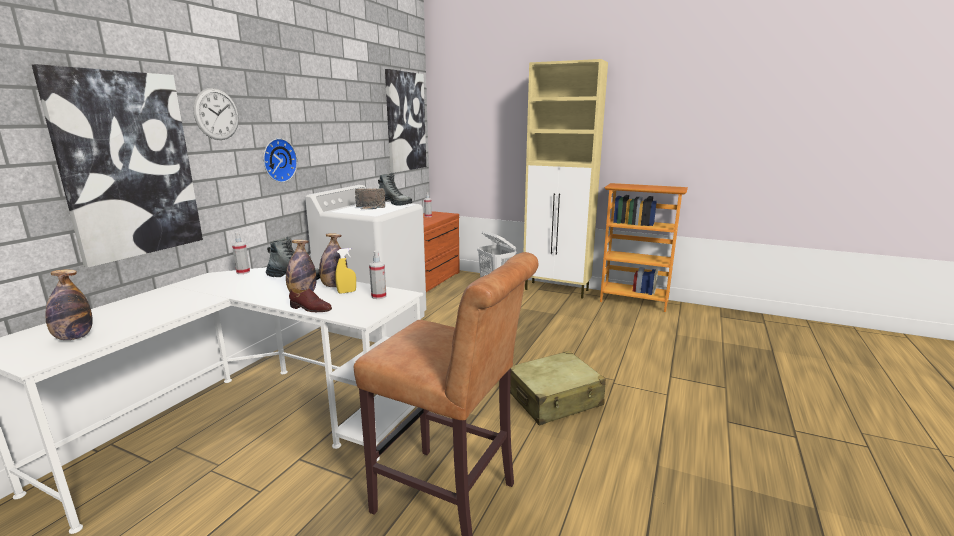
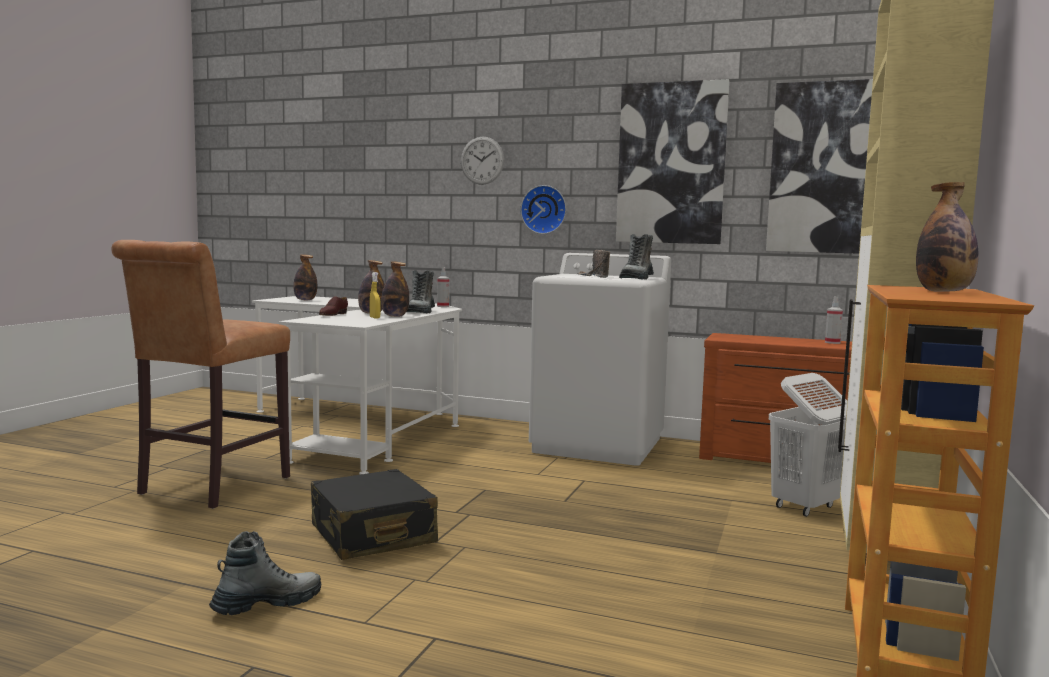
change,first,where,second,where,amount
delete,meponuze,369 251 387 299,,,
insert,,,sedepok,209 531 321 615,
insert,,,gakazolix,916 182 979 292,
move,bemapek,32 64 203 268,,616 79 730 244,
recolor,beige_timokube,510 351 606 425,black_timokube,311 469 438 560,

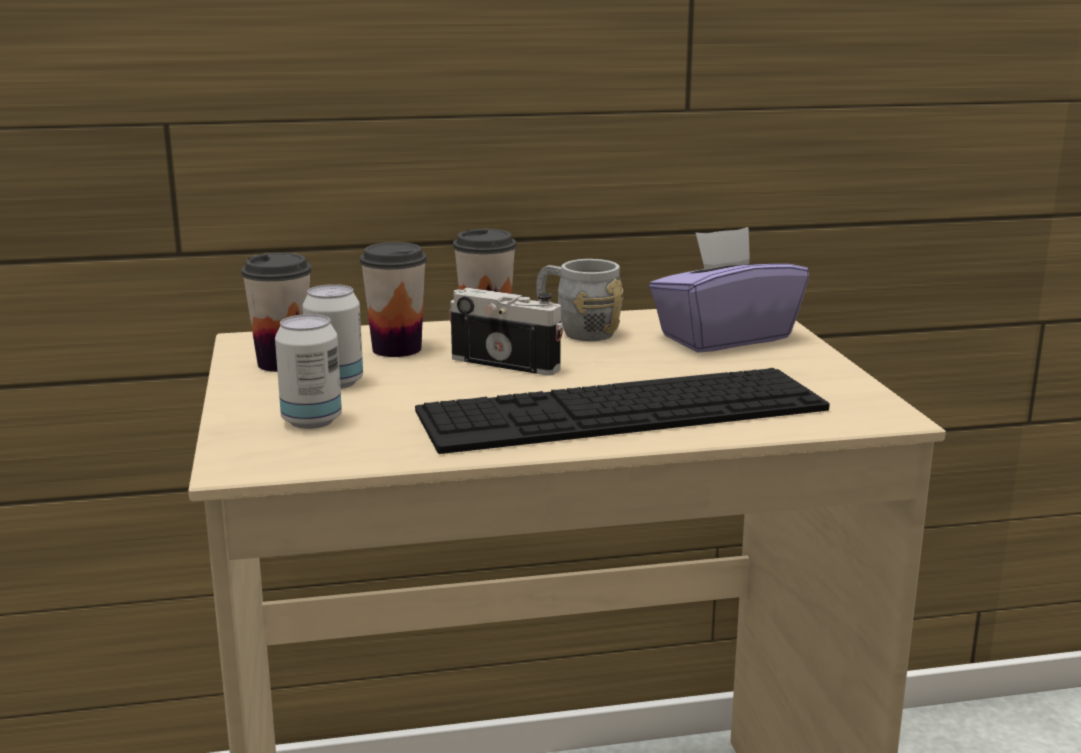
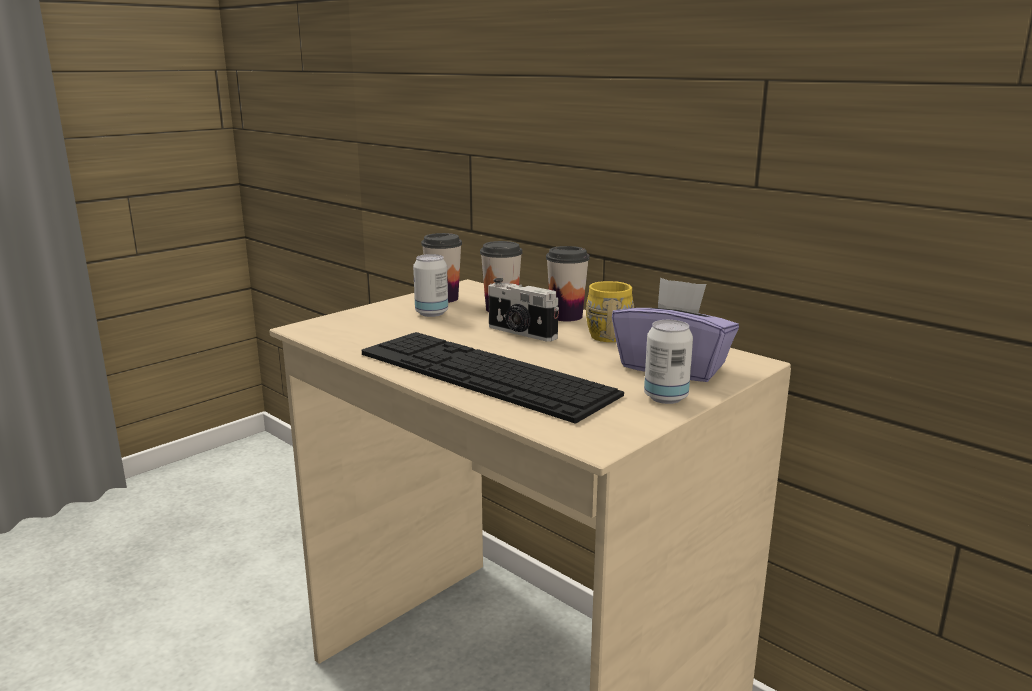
change,first,where,second,where,amount
move,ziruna,275 314 342 429,,644 320 693 404,
recolor,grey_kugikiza,536 259 623 341,yellow_kugikiza,586 281 634 342,
rotate,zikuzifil,449 288 563 376,,488 278 559 342,135 degrees clockwise

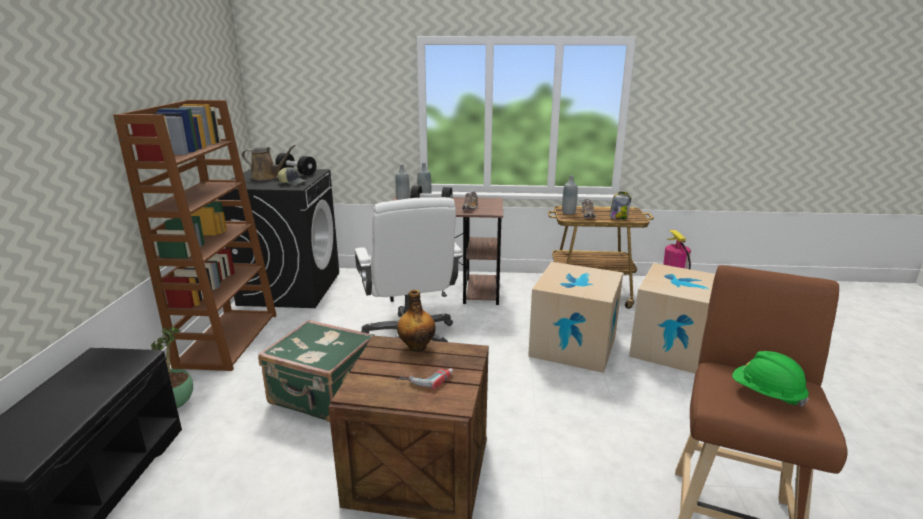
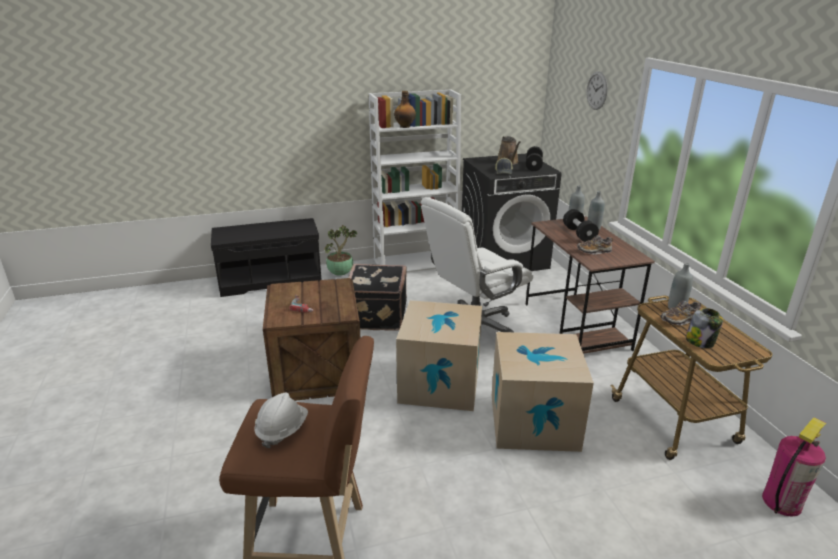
change,first,where,second,where,amount
insert,,,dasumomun,586 71 608 110,
move,gakazolix,397 290 436 352,,394 91 416 128,
move,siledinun,629 263 715 373,,396 300 482 411,
recolor,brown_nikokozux,113 100 277 371,white_nikokozux,368 89 461 272,
recolor,green_timokube,258 320 375 422,black_timokube,348 264 407 331,
recolor,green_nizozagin,732 351 809 407,white_nizozagin,254 393 308 448,

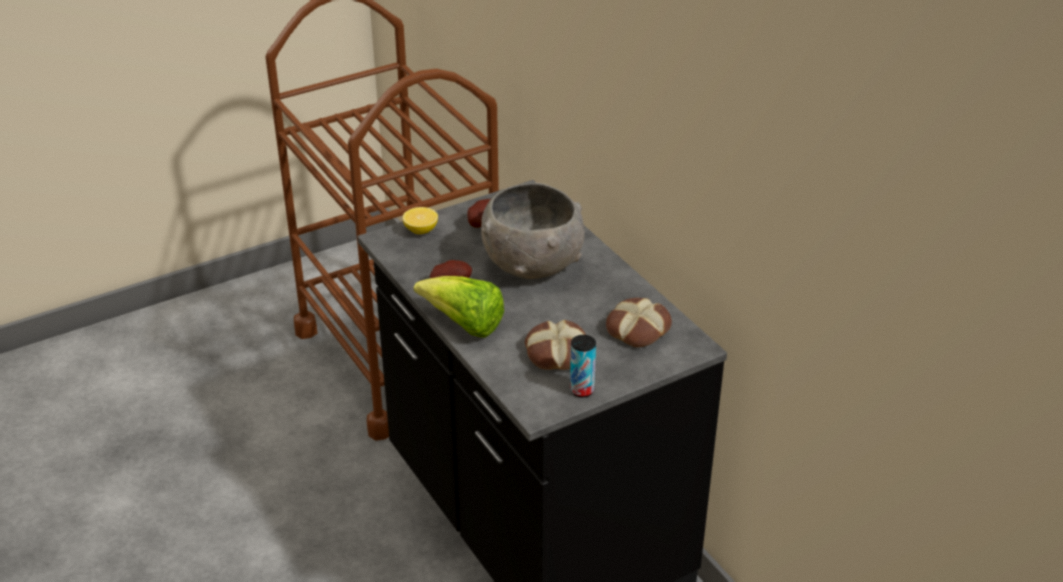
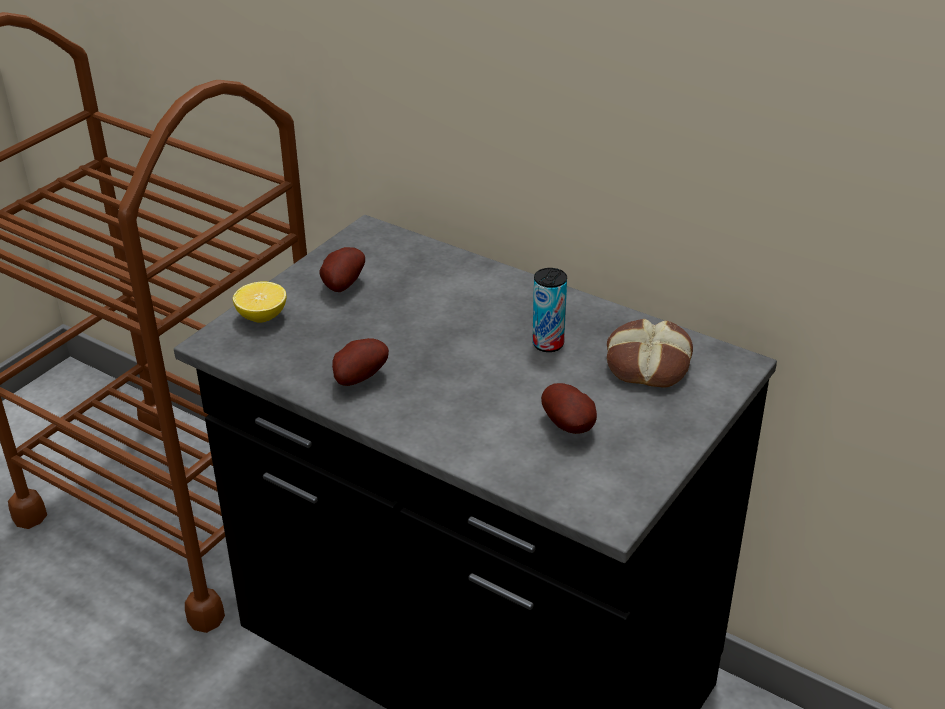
change,first,where,second,where,amount
delete,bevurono,414 276 504 338,,,
delete,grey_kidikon,481 182 584 279,,,
move,ziruna,570 335 596 397,,532 268 567 352,
replace,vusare,525 320 586 370,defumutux,541 383 597 434,

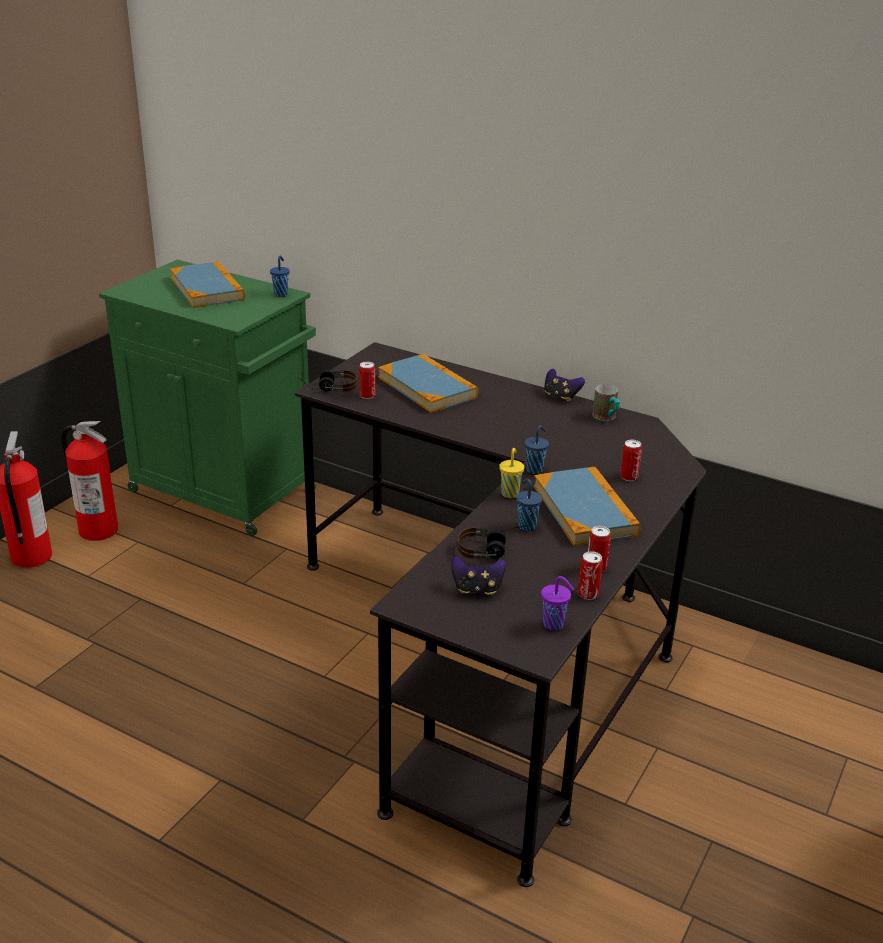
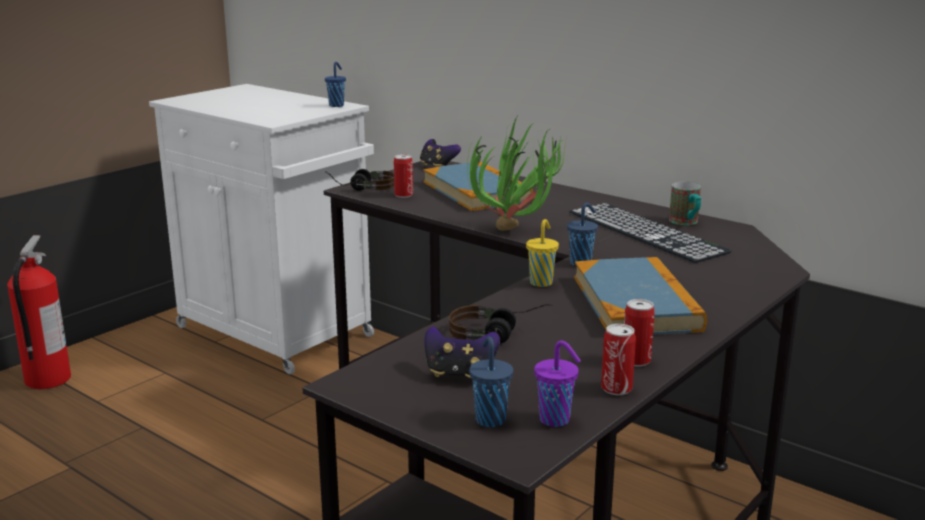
change,first,where,second,where,amount
delete,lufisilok,61 421 118 541,,,
delete,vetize,170 261 245 308,,,
delete,ziruna,620 440 642 481,,,
insert,,,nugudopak,467 117 567 231,
insert,,,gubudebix,569 203 732 263,
move,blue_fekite,516 479 542 531,,469 336 513 427,
move,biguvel,544 369 585 402,,420 139 461 167,
recolor,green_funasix,99 260 316 536,white_funasix,149 84 374 374,

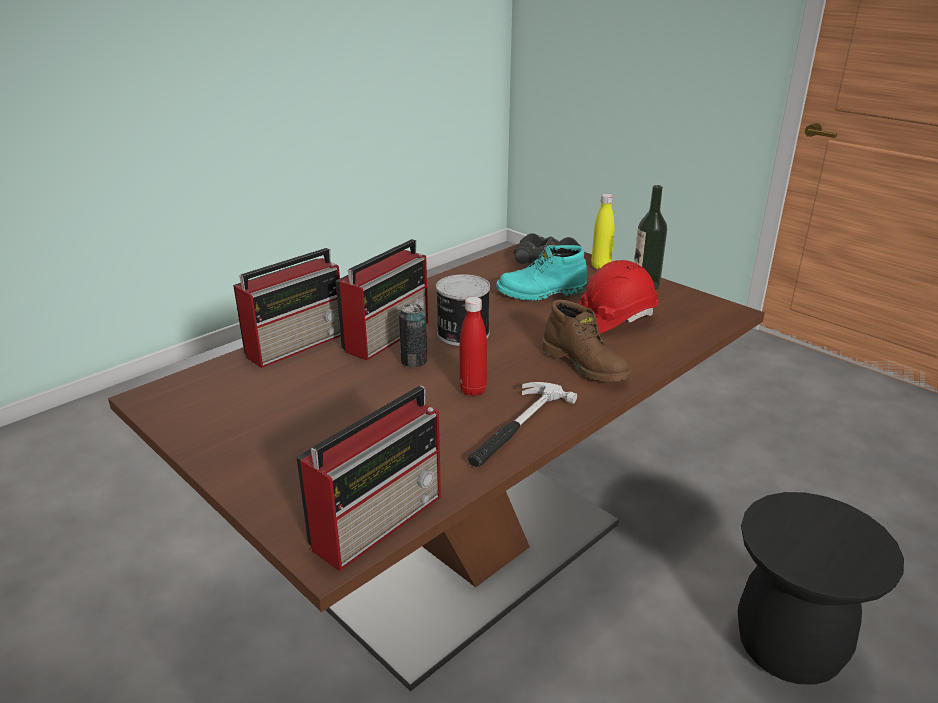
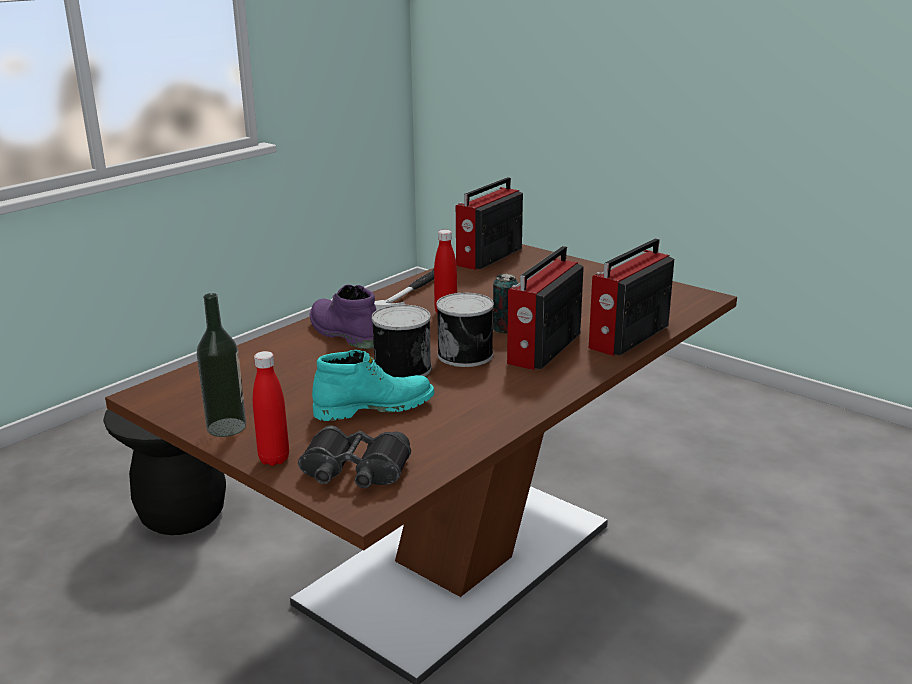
change,first,where,second,where,amount
delete,red_nizozagin,578 260 659 333,,,
insert,,,ziruna,371 305 432 377,
recolor,brown_sedepok,542 300 631 382,purple_sedepok,310 285 376 349,
recolor,yellow_gakazolix,591 194 614 269,red_gakazolix,253 351 289 466,

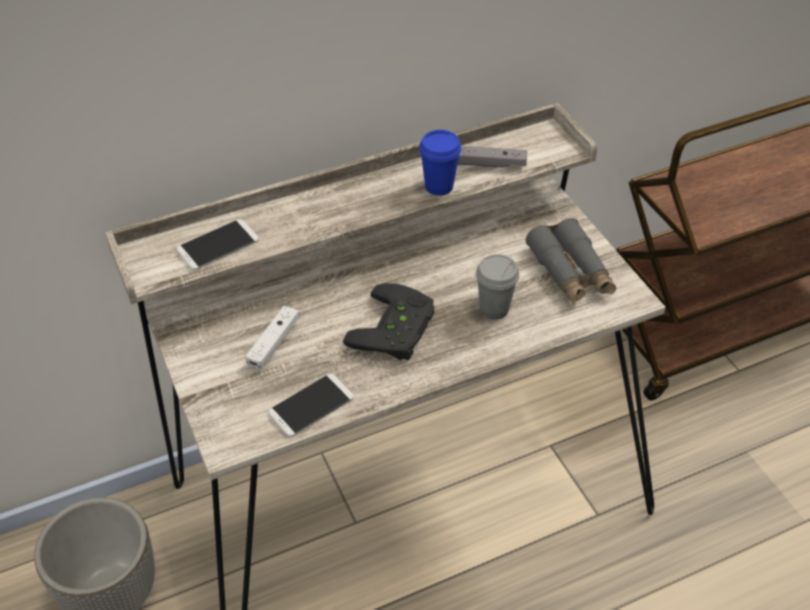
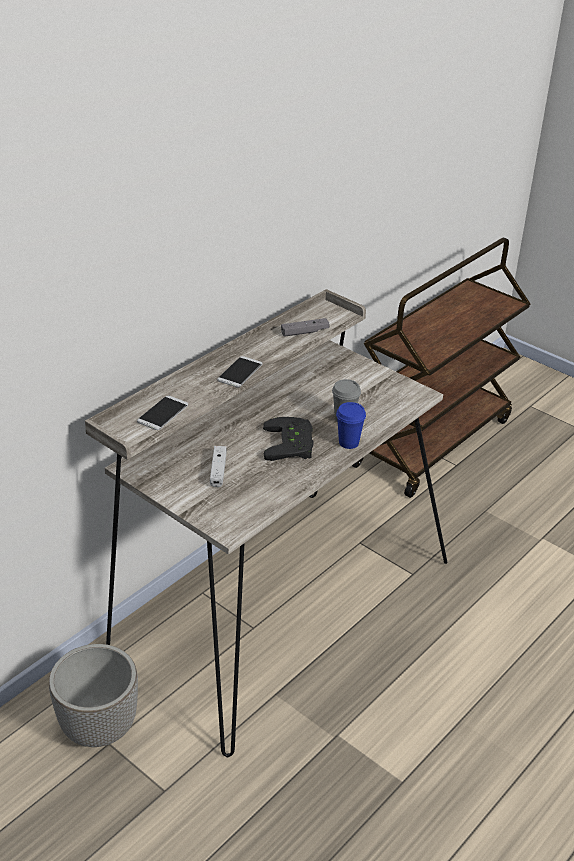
change,first,where,second,where,amount
delete,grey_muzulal,526 218 616 304,,,
move,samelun,268 374 354 437,,217 356 262 387,
move,blue_fekite,419 130 461 196,,336 402 366 449,

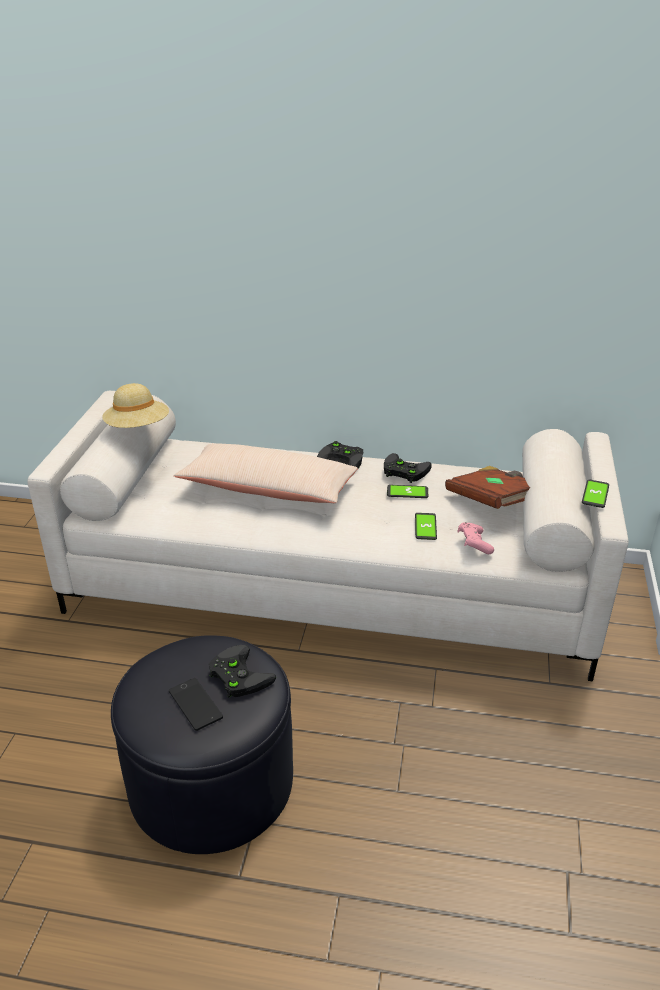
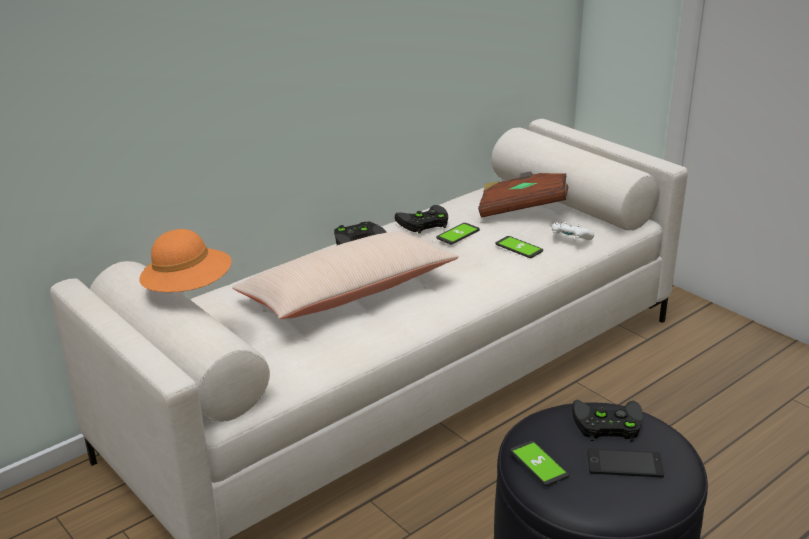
change,first,where,second,where,amount
move,samelun,582 479 609 508,,510 441 569 486,
recolor,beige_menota,102 383 169 428,orange_menota,139 229 232 292,
recolor,pink_biguvel,457 522 494 554,white_biguvel,552 222 594 240,

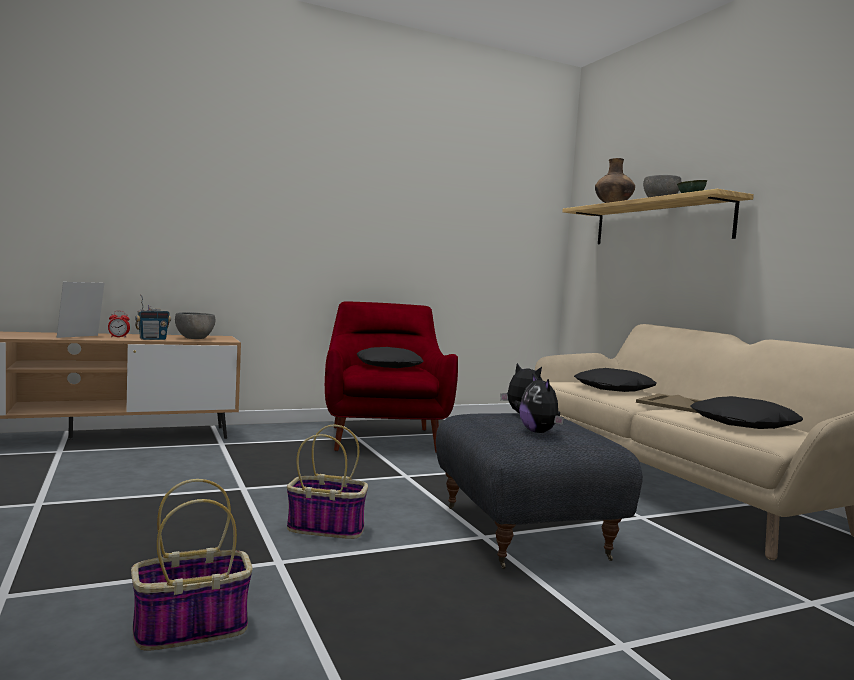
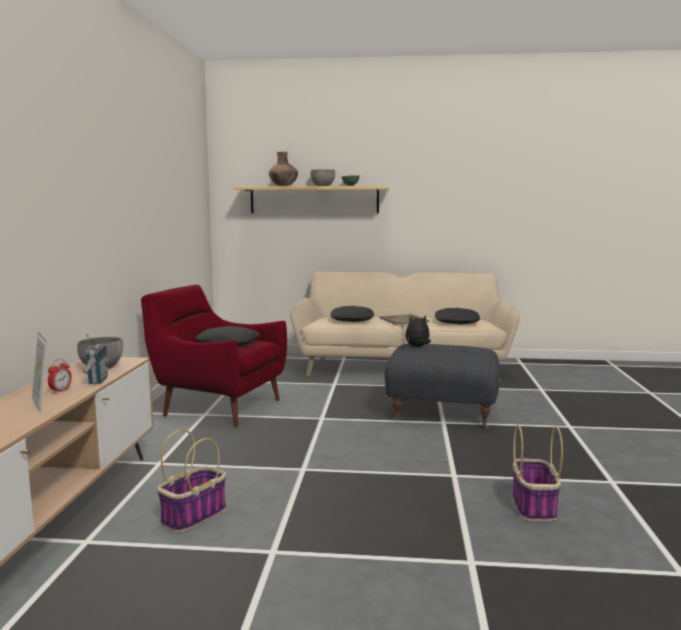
change,first,where,second,where,amount
delete,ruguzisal,519 373 564 433,,,
move,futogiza,287 425 368 539,,157 429 226 533,

